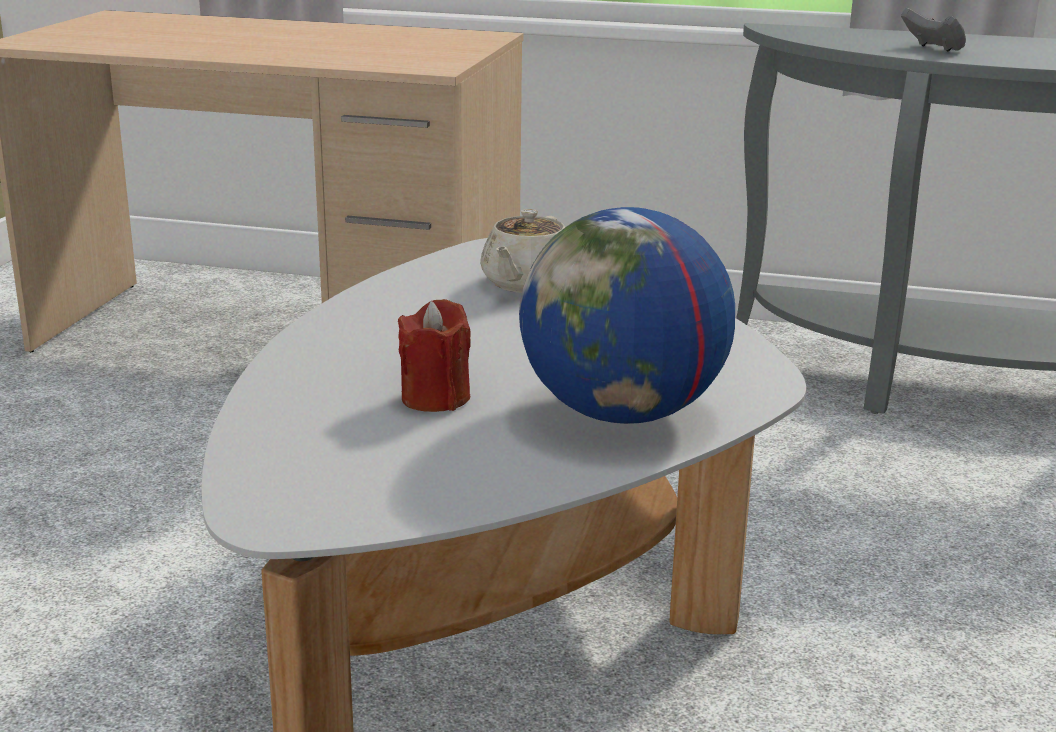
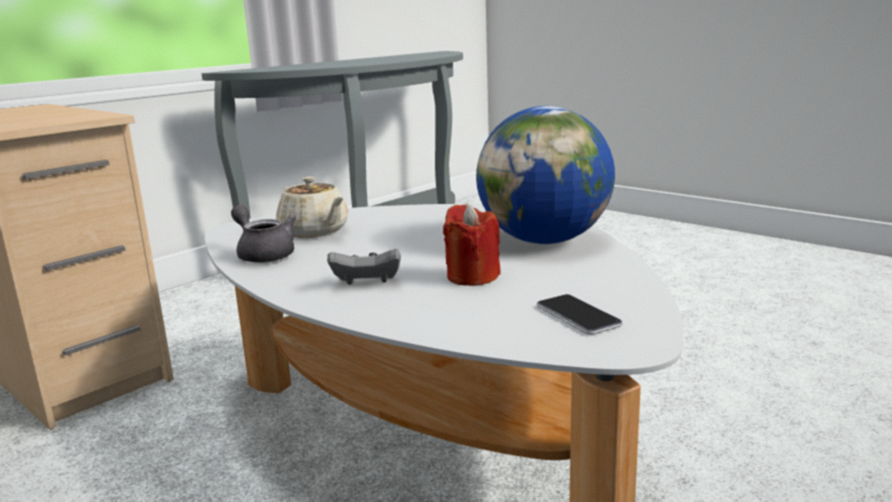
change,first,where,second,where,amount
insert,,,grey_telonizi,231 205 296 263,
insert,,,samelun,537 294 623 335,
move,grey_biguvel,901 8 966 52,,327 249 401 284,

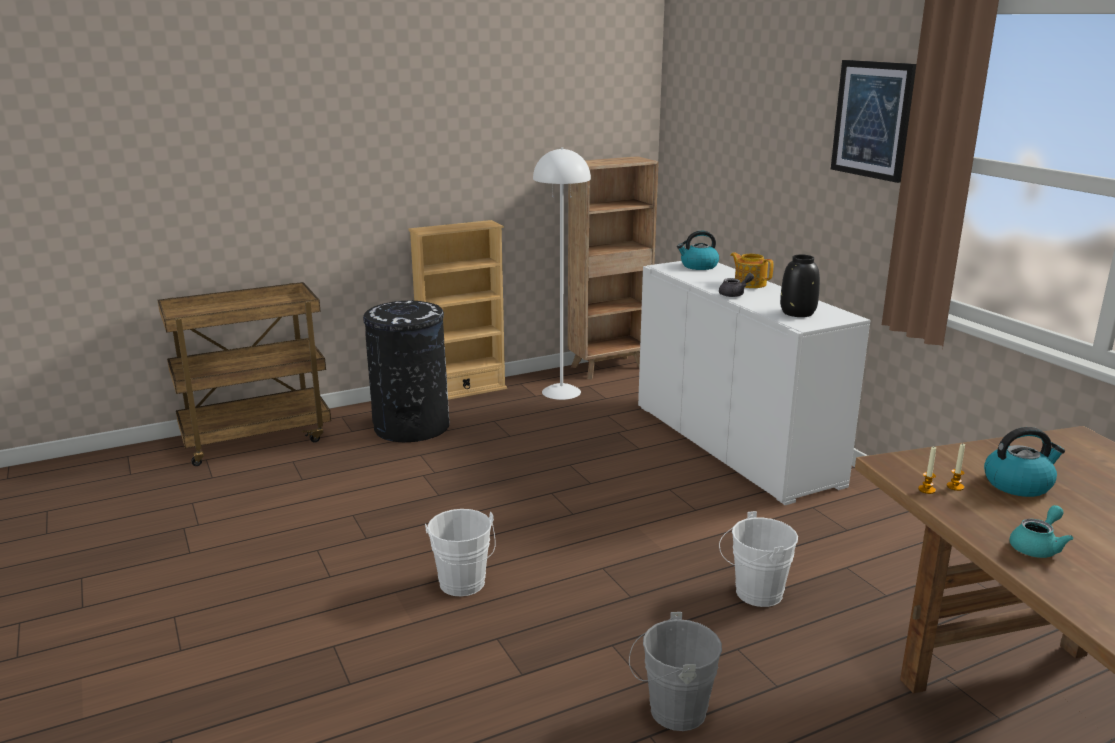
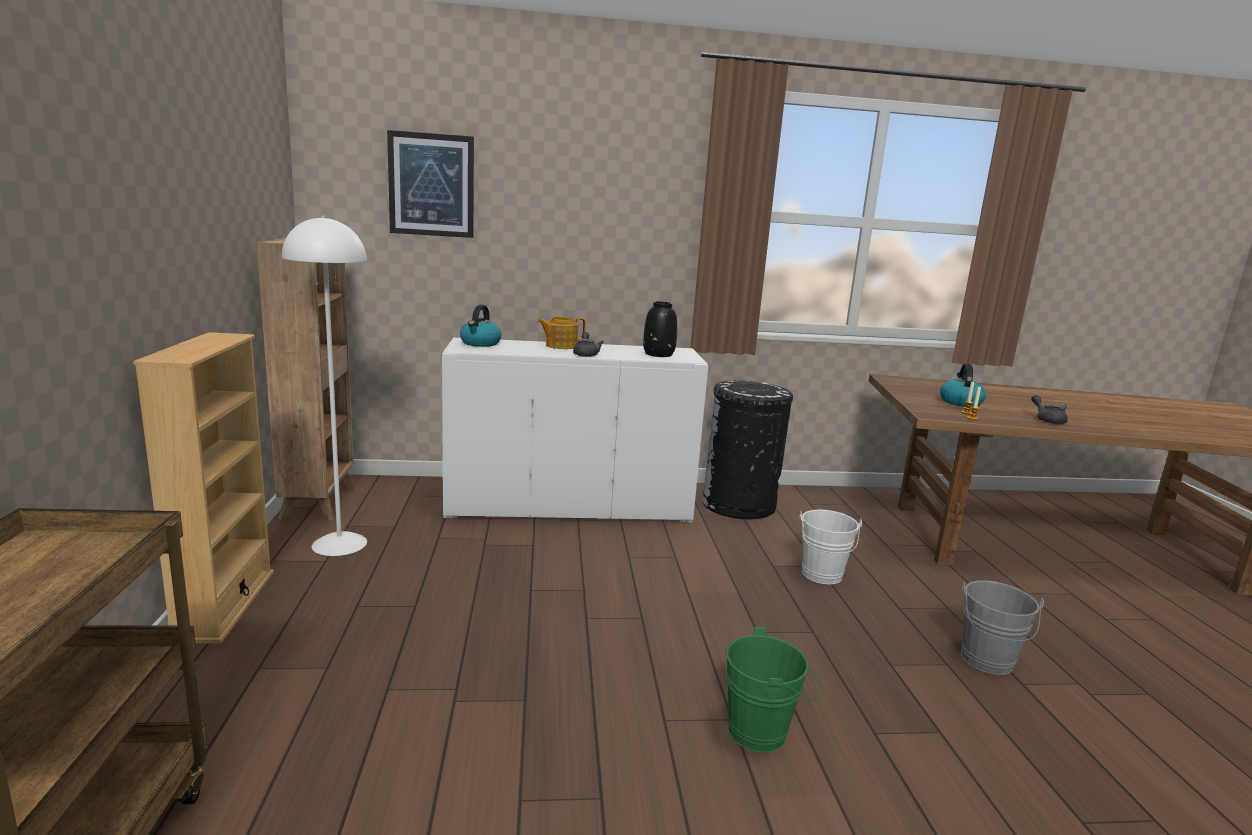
change,first,where,second,where,amount
move,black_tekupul,363 301 450 442,,702 380 793 519,
move,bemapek,831 60 916 183,,387 130 474 238,
recolor,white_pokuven,425 509 495 596,green_pokuven,726 627 820 753,
recolor,turquoise_telonizi,1009 505 1073 558,grey_telonizi,1031 395 1068 424,

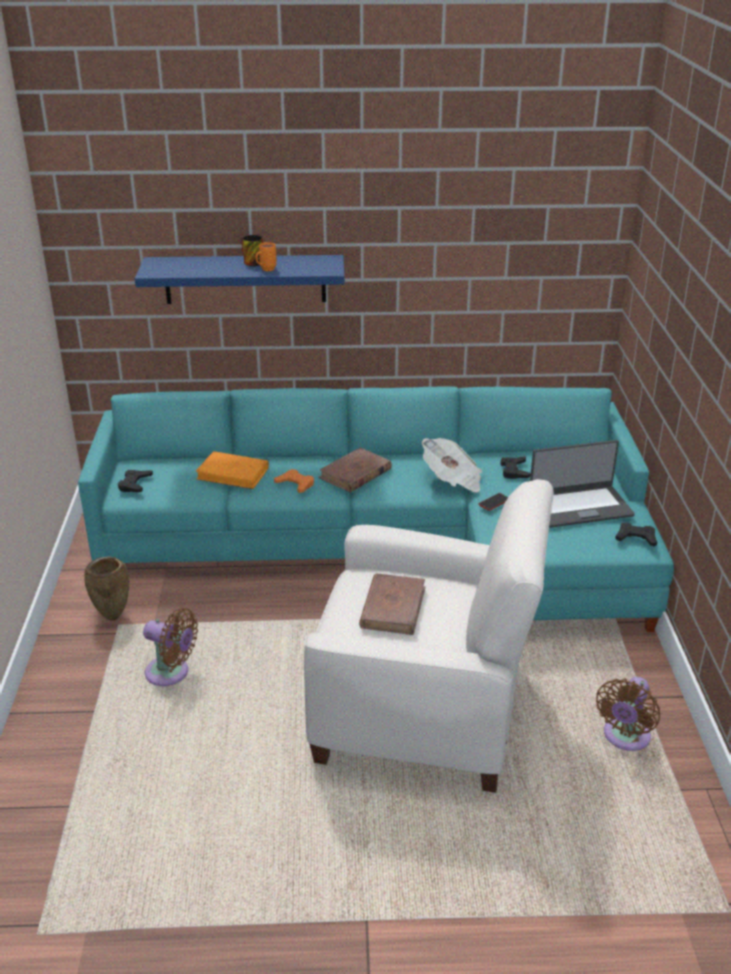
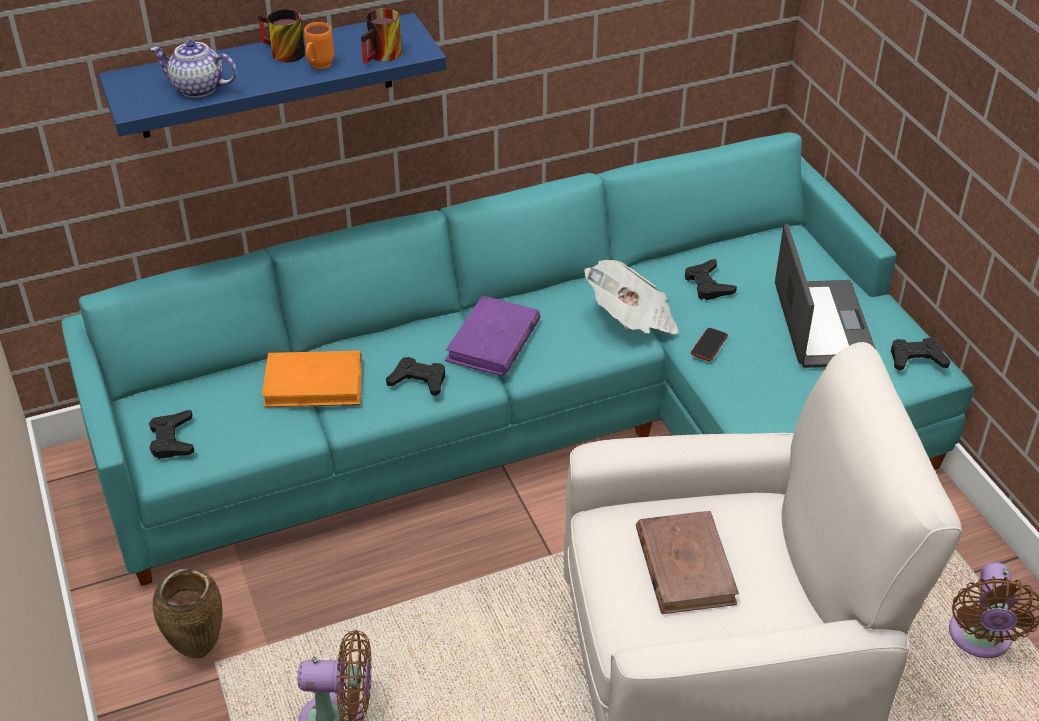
change,first,where,second,where,amount
insert,,,telonizi,150 40 237 98,
insert,,,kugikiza,361 8 402 64,
recolor,orange_biguvel,274 469 314 493,black_biguvel,386 357 445 396,
recolor,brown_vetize,318 447 392 493,purple_vetize,445 295 541 376,
rotate,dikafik,530 440 635 528,,775 224 876 368,60 degrees counterclockwise

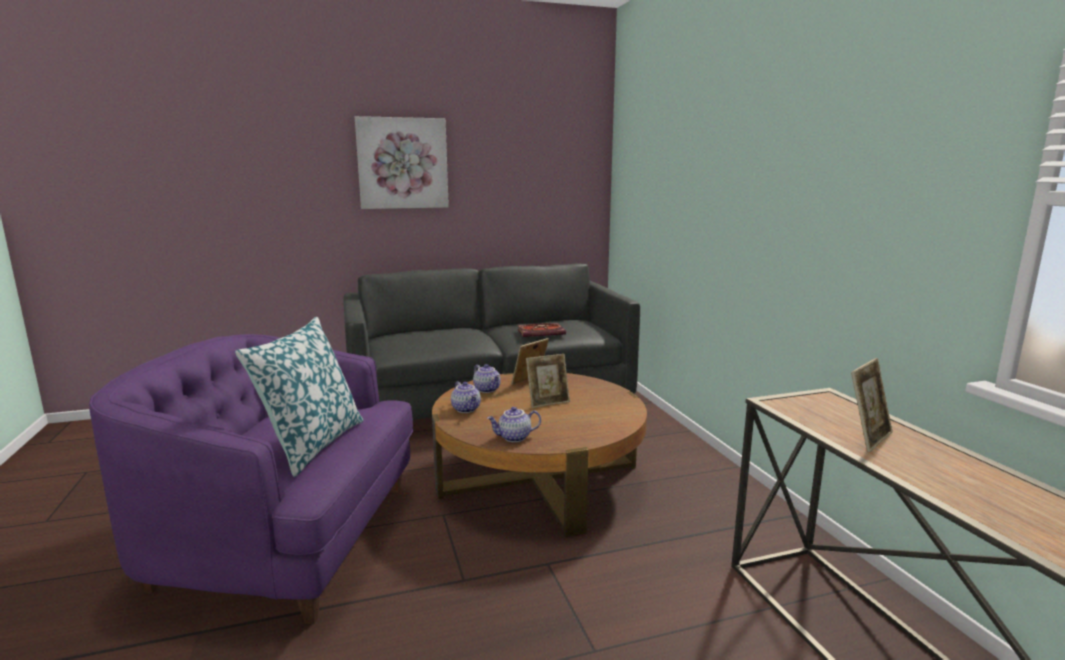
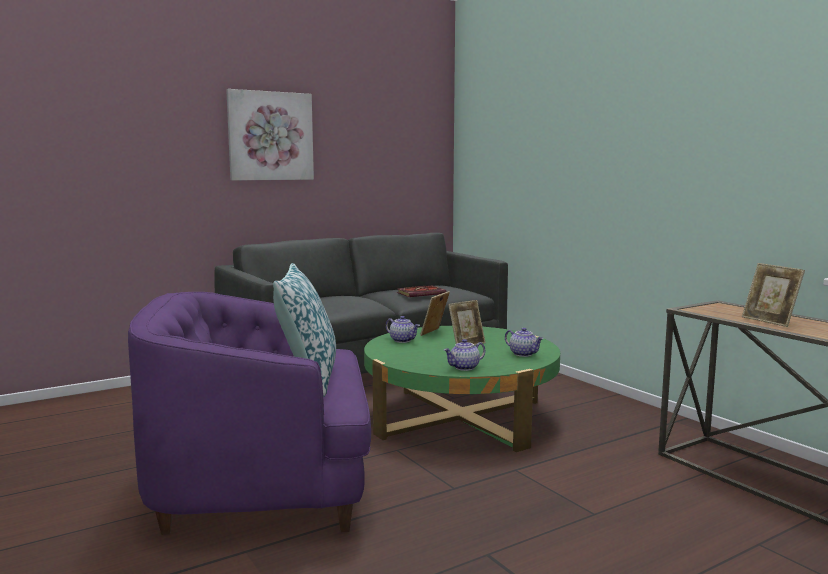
change,first,where,second,where,amount
move,telonizi,451 381 481 413,,505 328 544 357,
recolor,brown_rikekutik,432 373 647 537,green_rikekutik,364 326 560 452,
rotate,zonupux,851 358 893 452,,742 263 805 327,120 degrees clockwise

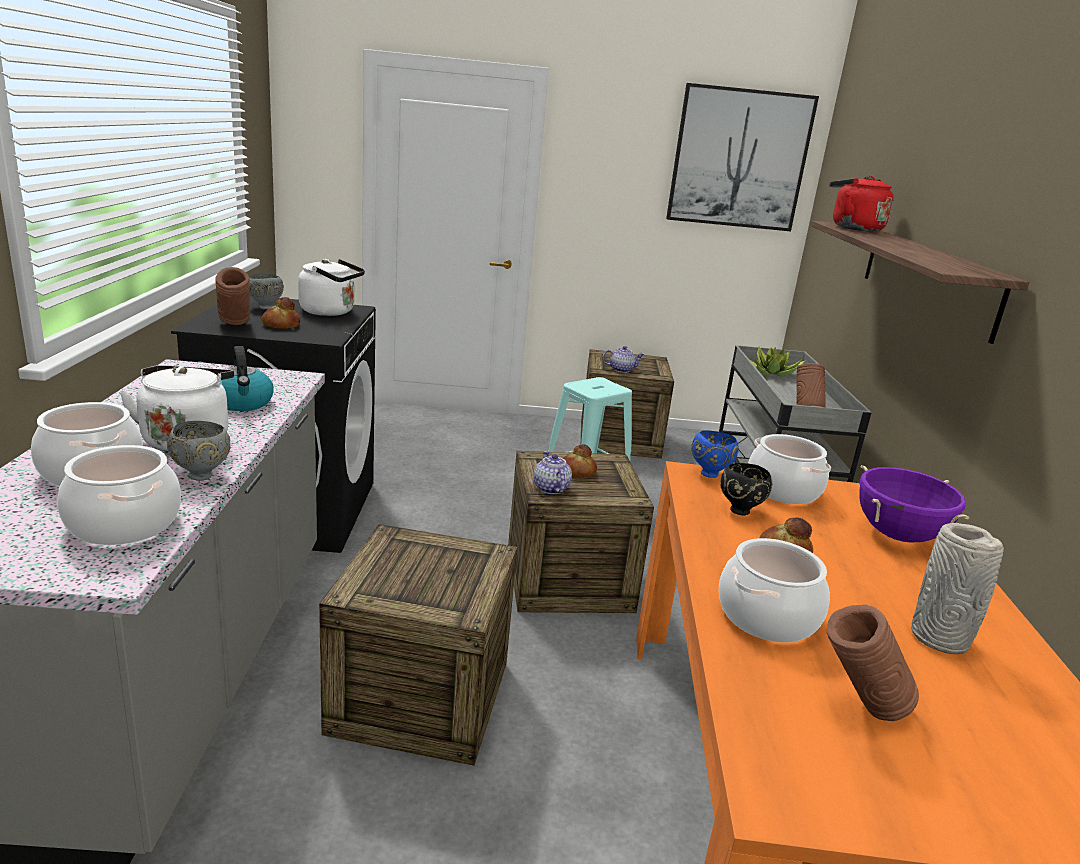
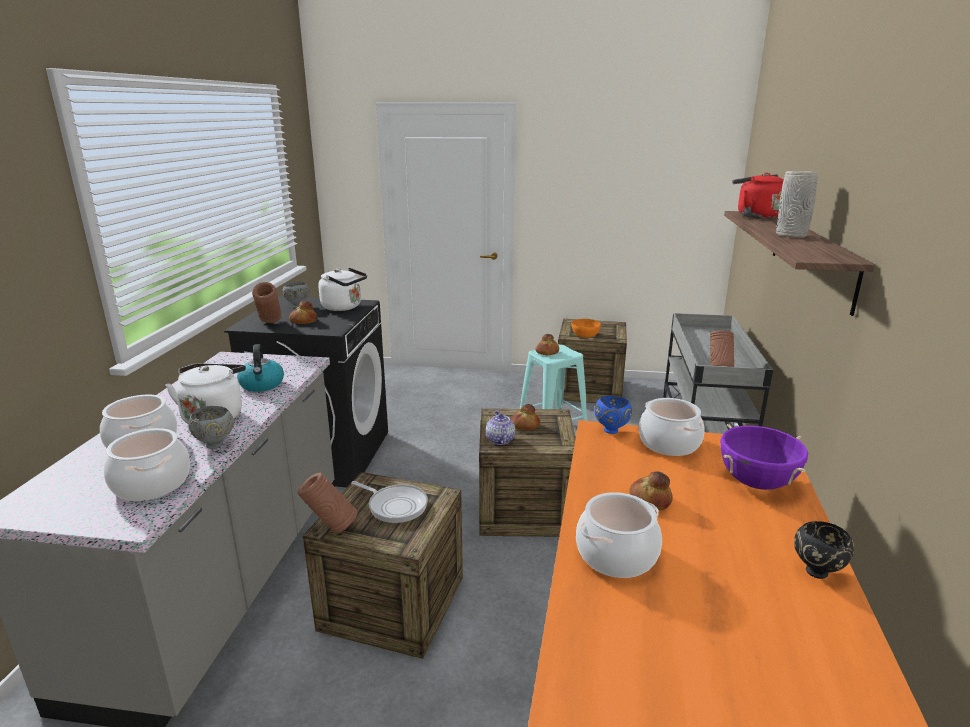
change,first,where,second,where,amount
delete,bemapek,666 83 819 231,,,
delete,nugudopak,749 347 805 377,,,
insert,,,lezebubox,351 481 428 523,
insert,,,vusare,535 334 559 355,
move,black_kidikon,720 463 772 515,,794 521 854 579,
move,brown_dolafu,827 604 919 721,,298 473 358 534,
move,grey_dolafu,911 523 1004 654,,776 171 818 238,
replace,telonizi,602 346 644 373,orange_kidikon,572 319 601 338,

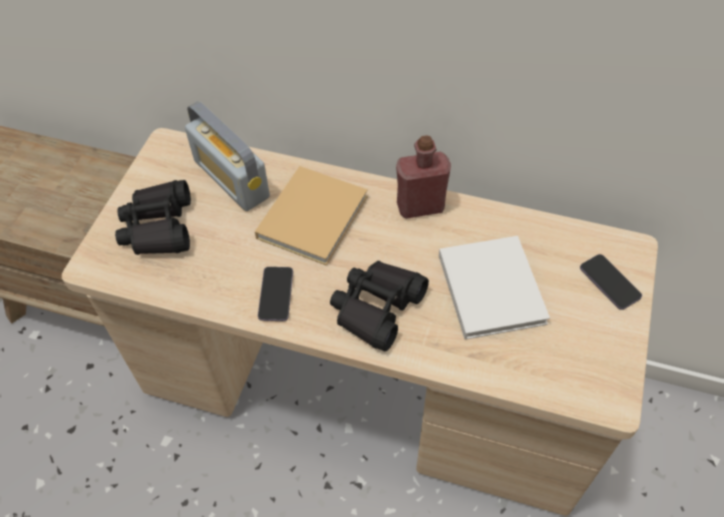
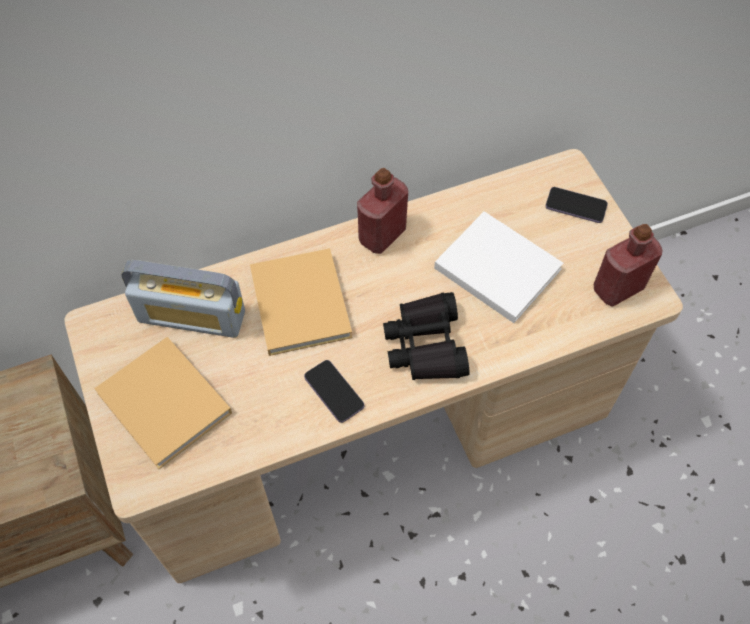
change,first,where,second,where,amount
insert,,,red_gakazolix,594 224 662 307,
replace,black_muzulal,115 180 191 255,beige_vetize,94 337 232 469,

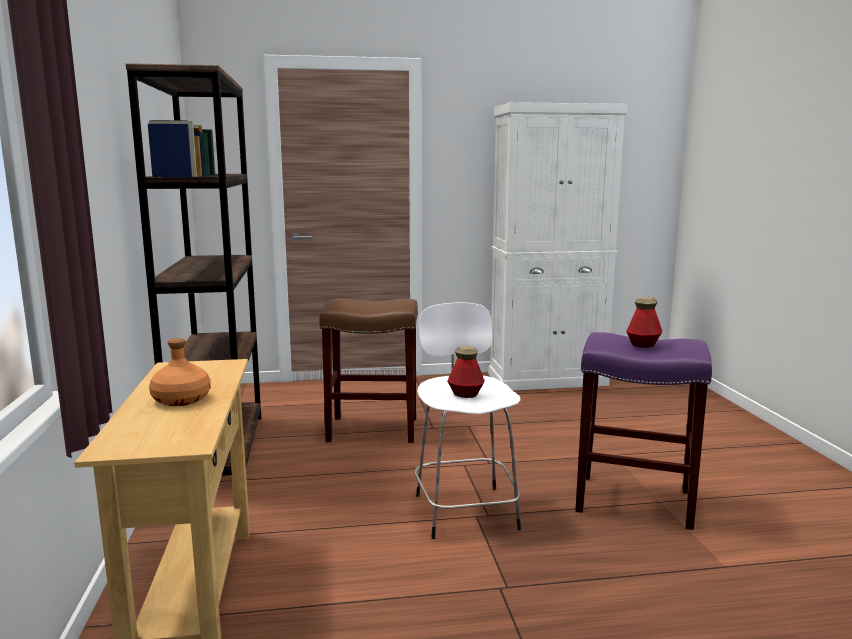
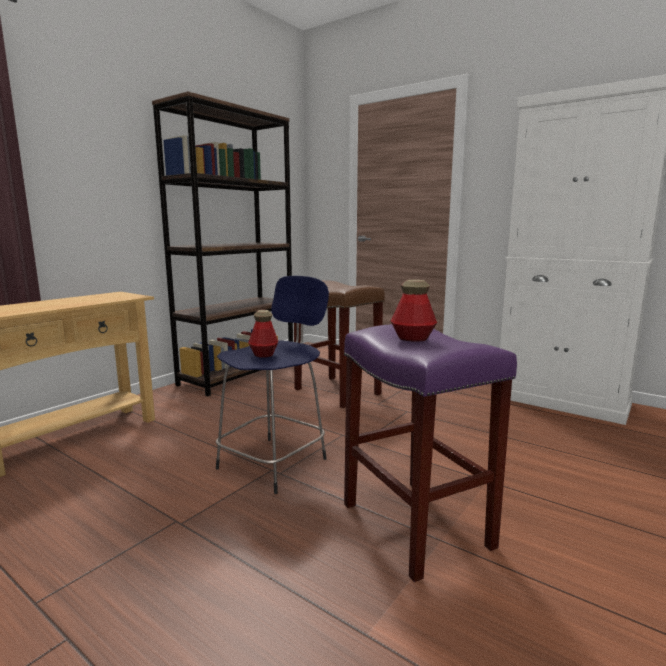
change,first,where,second,where,amount
delete,orange_gakazolix,149 338 211 406,,,
recolor,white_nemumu,414 302 521 539,blue_nemumu,216 276 329 494,

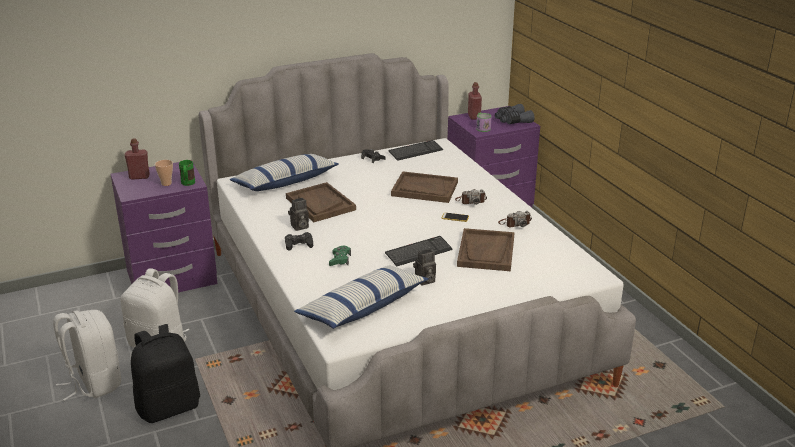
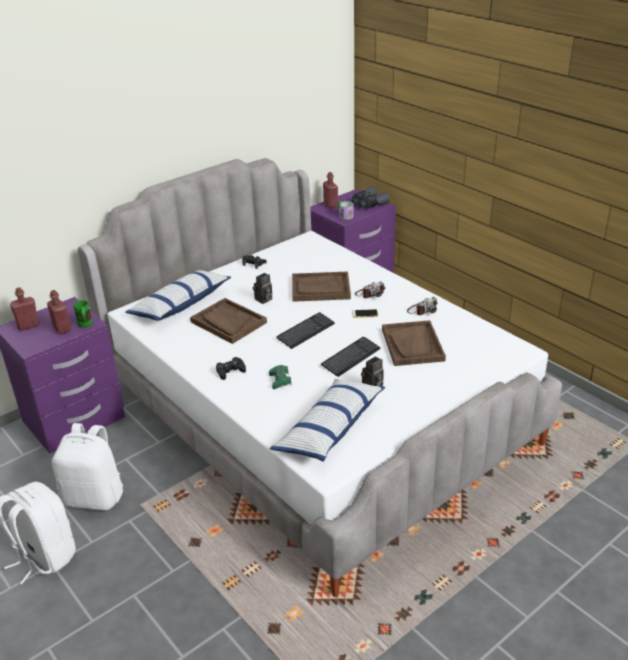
change,first,where,second,where,amount
delete,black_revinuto,131 324 200 423,,,
move,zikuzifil,288 198 309 231,,253 273 272 304,
move,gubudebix,388 140 443 161,,276 312 335 349,
replace,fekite,155 160 173 186,red_gakazolix,47 290 71 334,

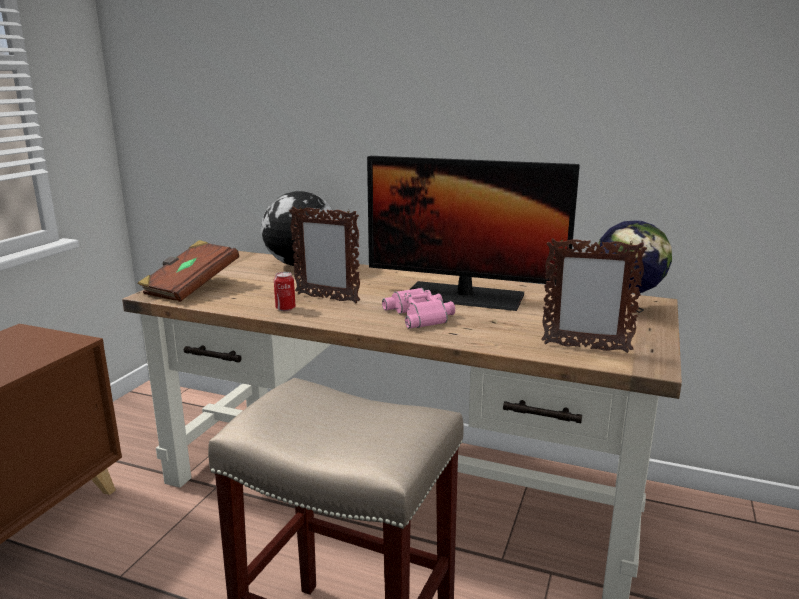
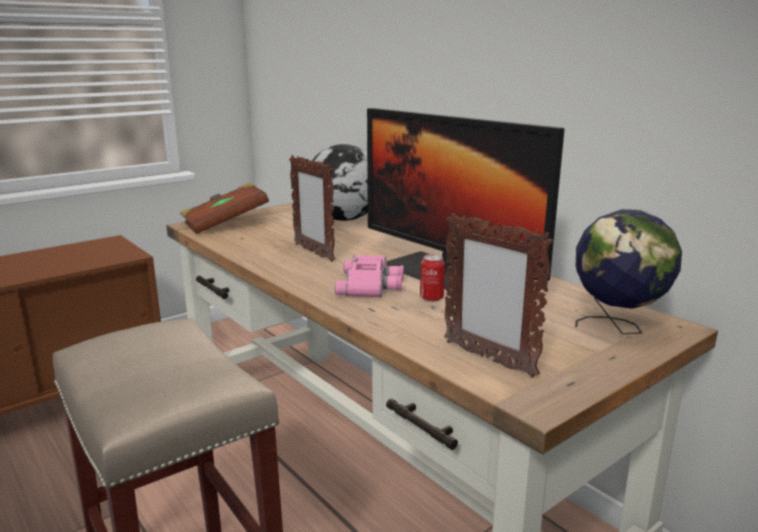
change,first,where,second,where,amount
move,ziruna,274 272 295 311,,420 254 445 302,

